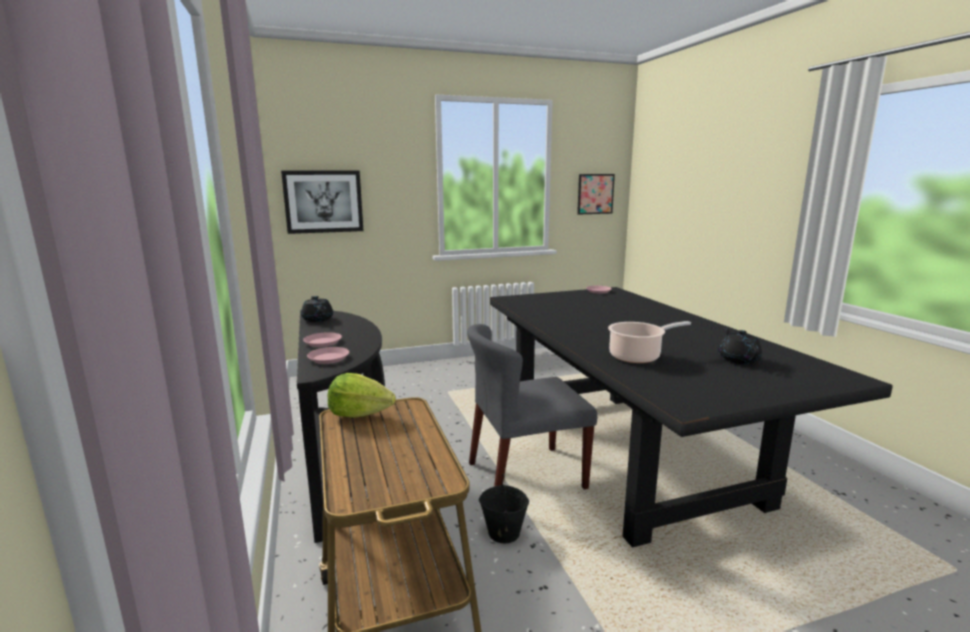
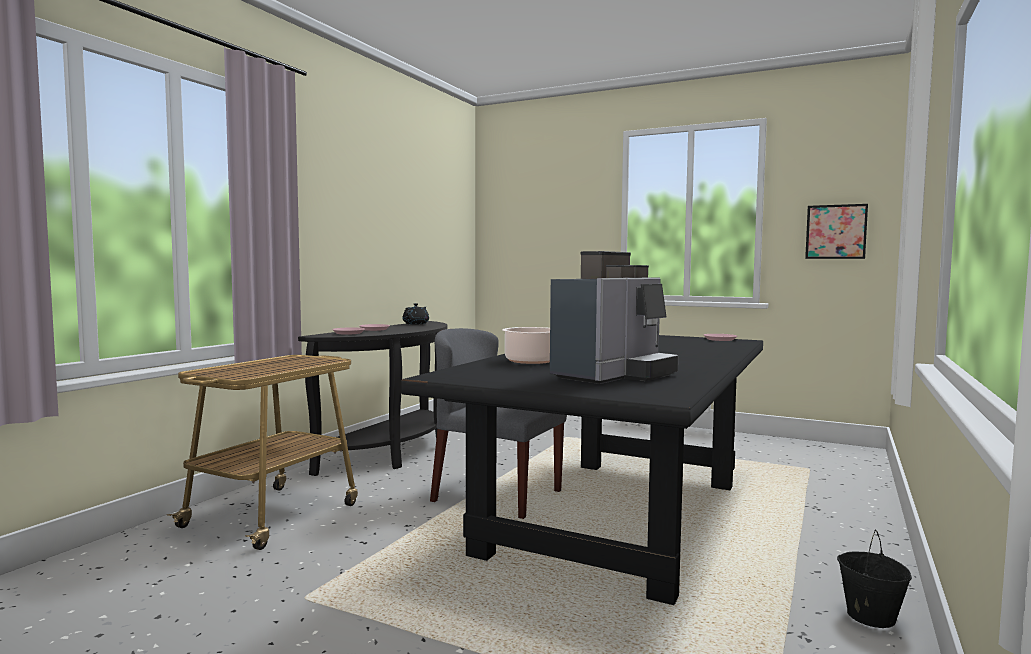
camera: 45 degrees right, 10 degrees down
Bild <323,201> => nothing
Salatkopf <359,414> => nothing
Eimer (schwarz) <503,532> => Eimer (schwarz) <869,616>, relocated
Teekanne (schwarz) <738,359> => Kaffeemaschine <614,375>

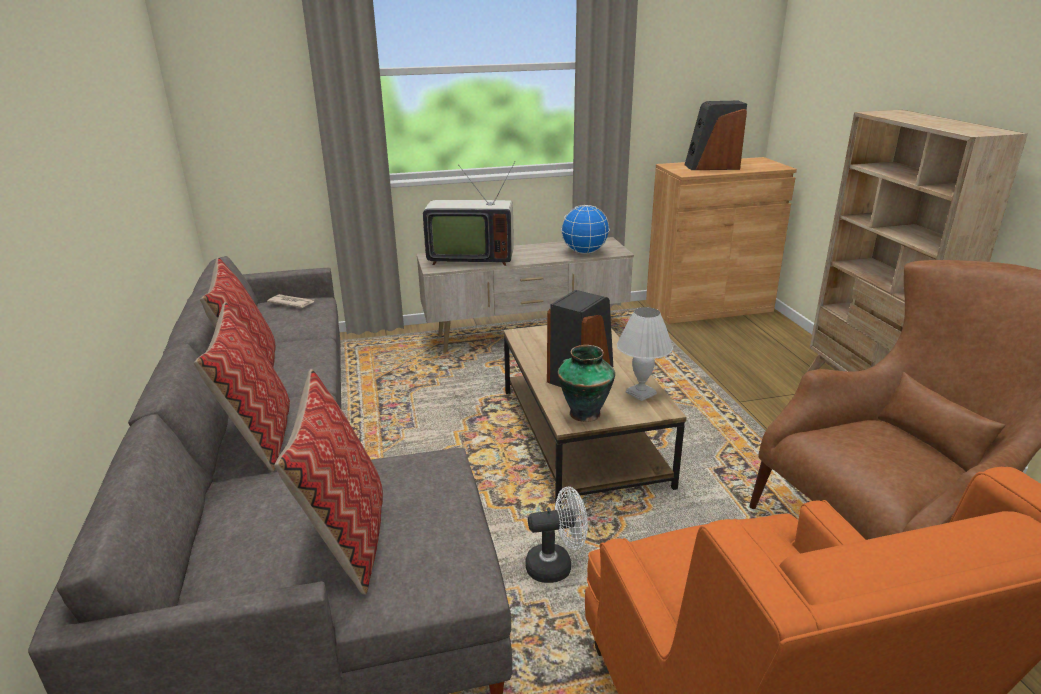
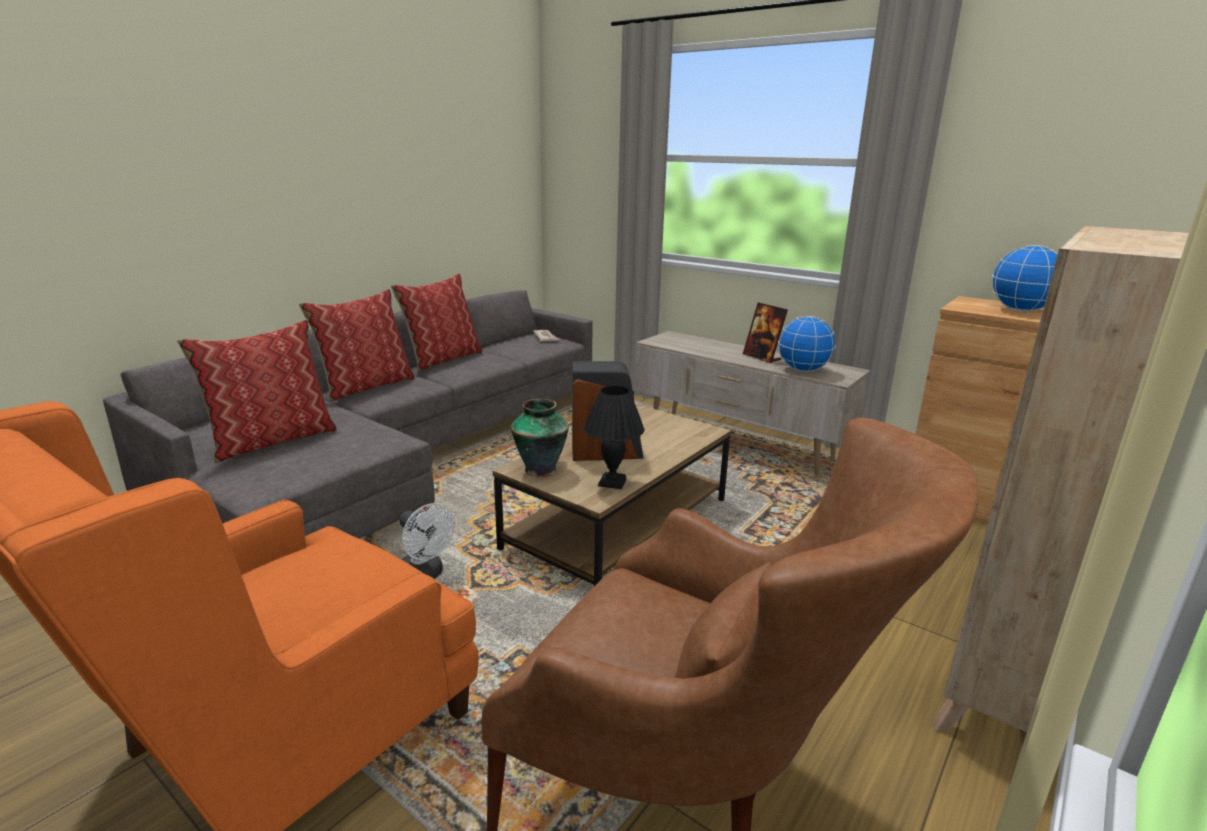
camera: 50 degrees right, 5 degrees down
Fernseher <470,258> => nothing
nothing => Bilderrahmen <762,357>
Lautsprecher <712,167> => Globus <1021,310>
Tischlampe (weiß) <642,393> => Tischlampe (schwarz) <612,482>

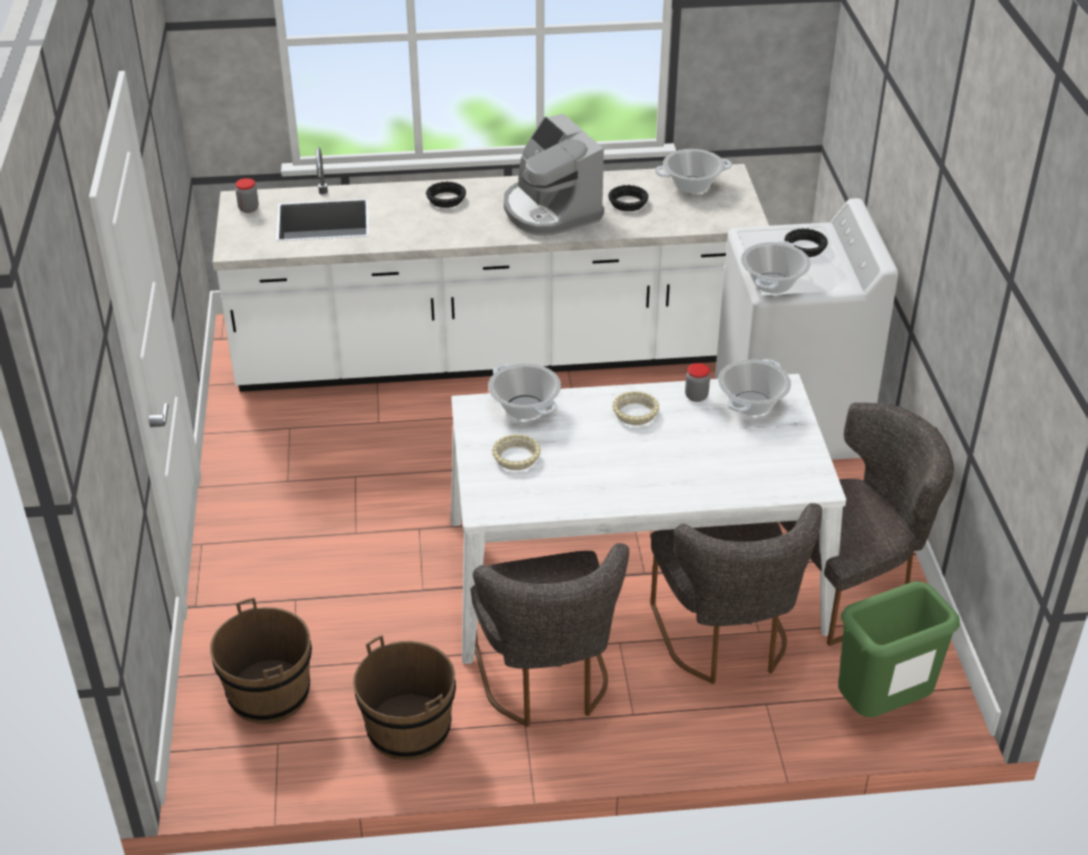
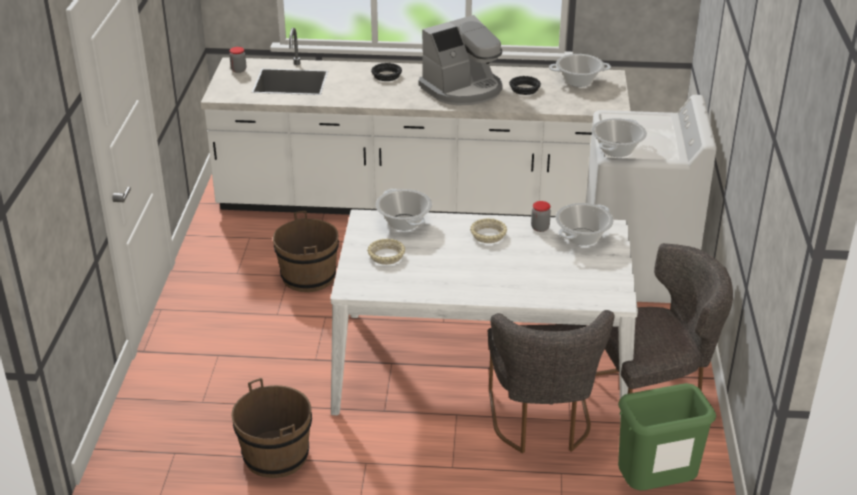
camera: 10 degrees right, 5 degrees down
Stuhl (grau) <546,681> => nothing
Schüssel (schwarz) <805,248> => nothing
Eimer (braun) <268,693> => Eimer (braun) <308,276>, relocated
Kaffeemaschine <550,210> => Kaffeemaschine <463,89>, 105 degrees counterclockwise

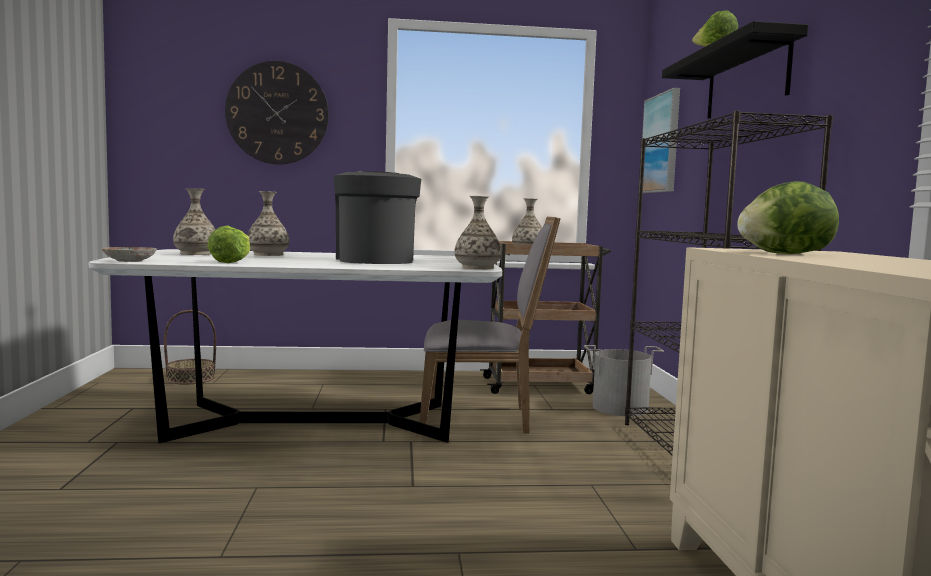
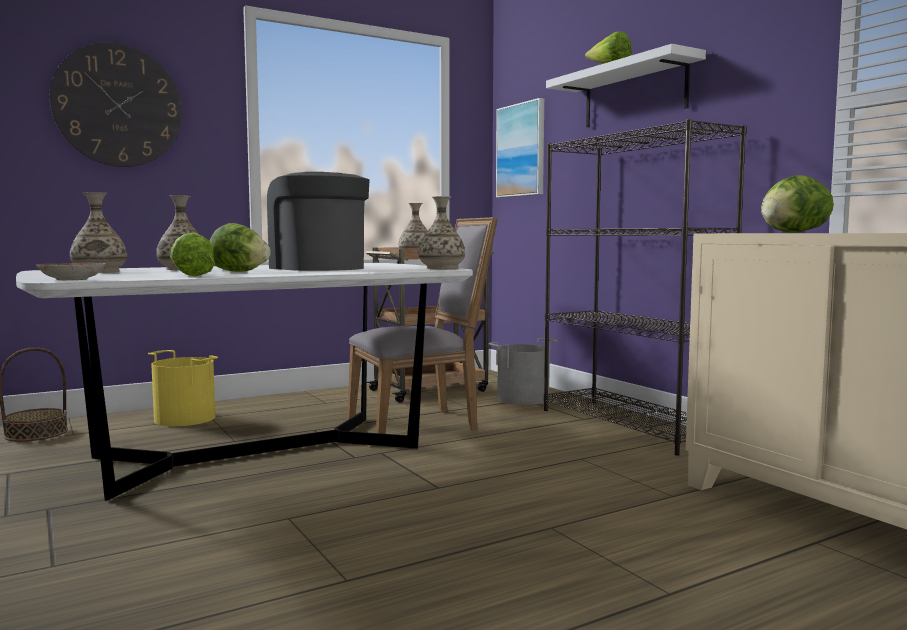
camera: 25 degrees left, 0 degrees up
nothing => Eimer (gelb) <185,418>
nothing => Salatkopf <239,271>
Wandregal (schwarz) <746,79> => Wandregal (weiß) <634,93>

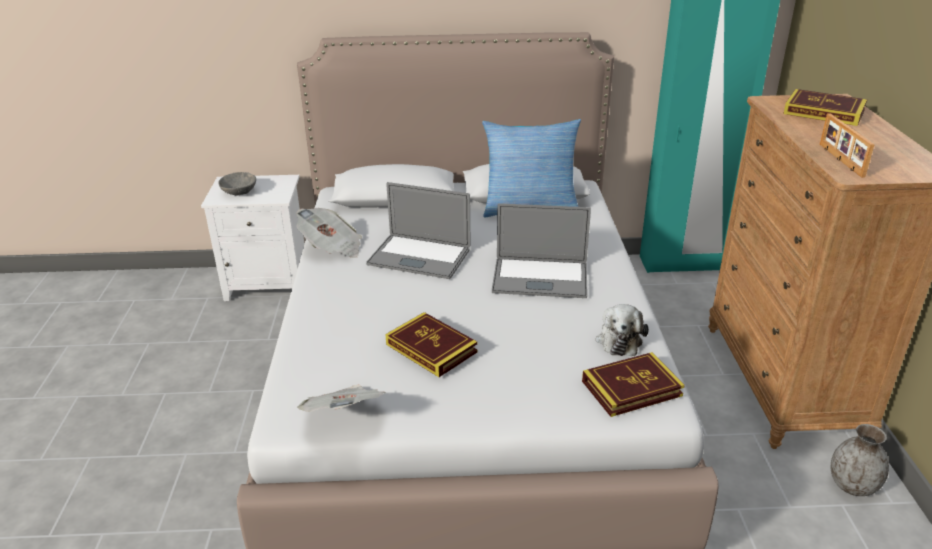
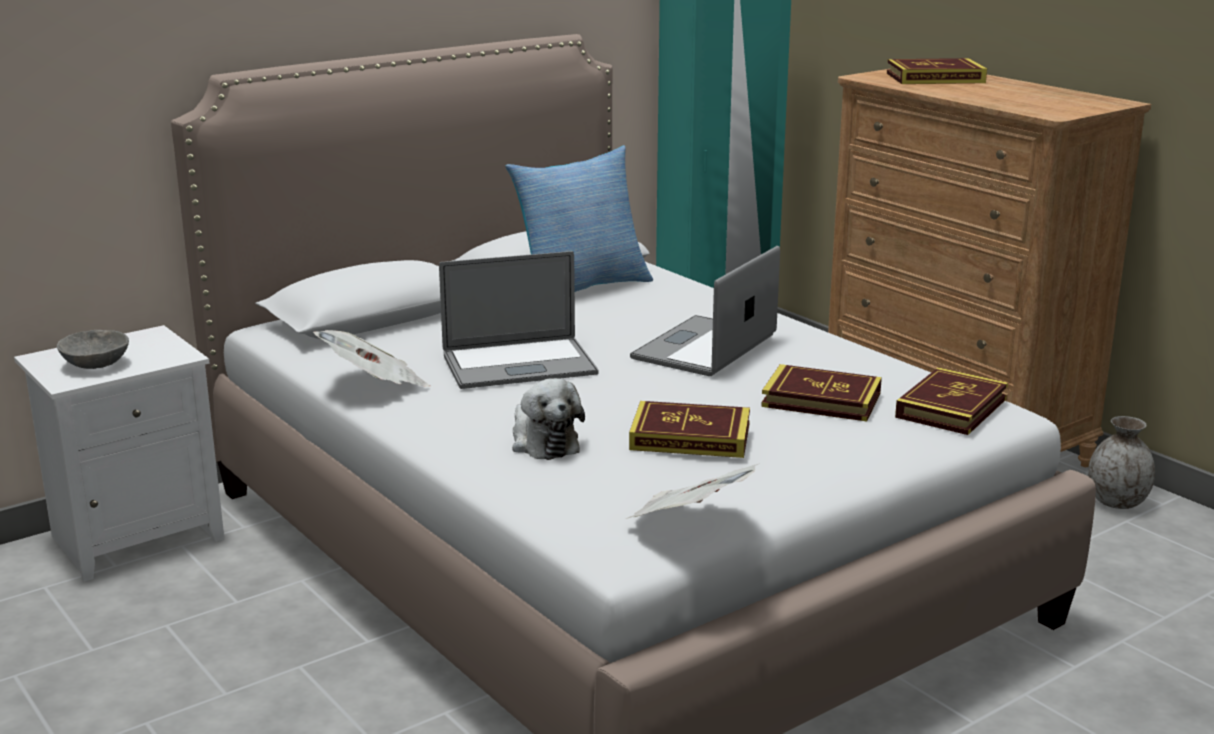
camera: 35 degrees left, 10 degrees down
Bilderrahmen <839,160> => nothing
nothing => Buch <821,400>
Plüschtier <619,339> => Plüschtier <543,442>, relocated
Laptop <540,278> => Laptop <705,347>, 150 degrees clockwise

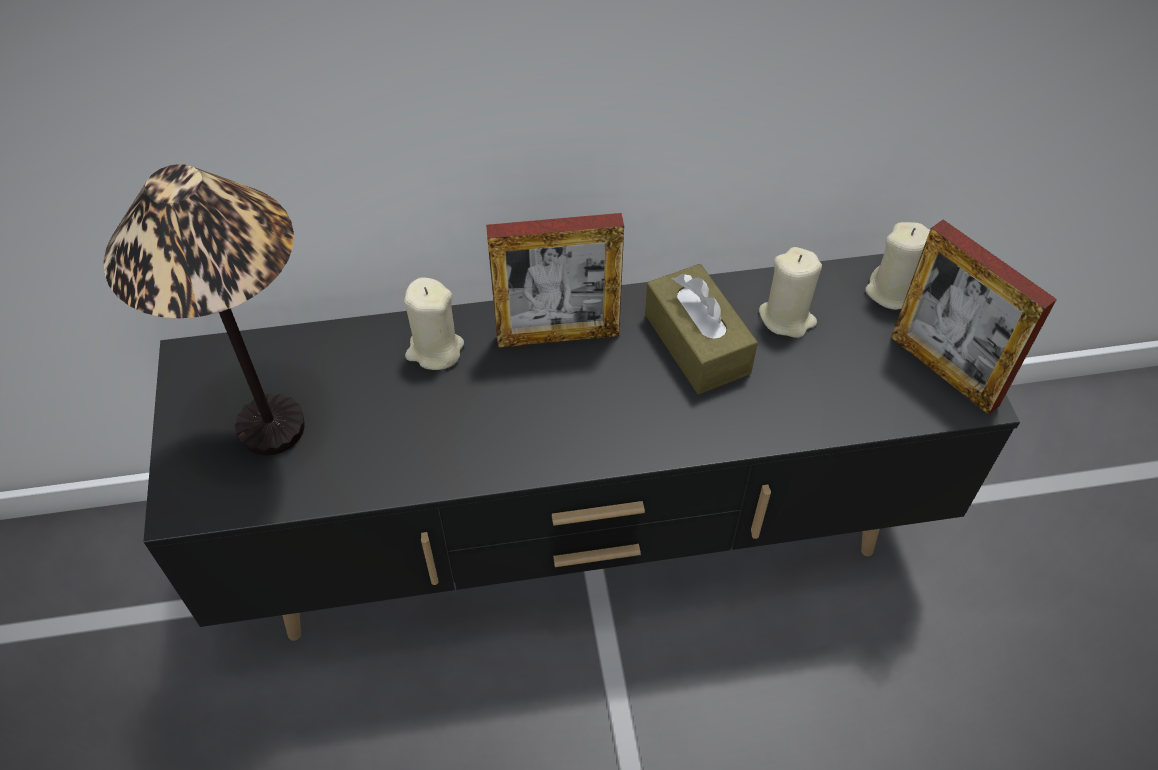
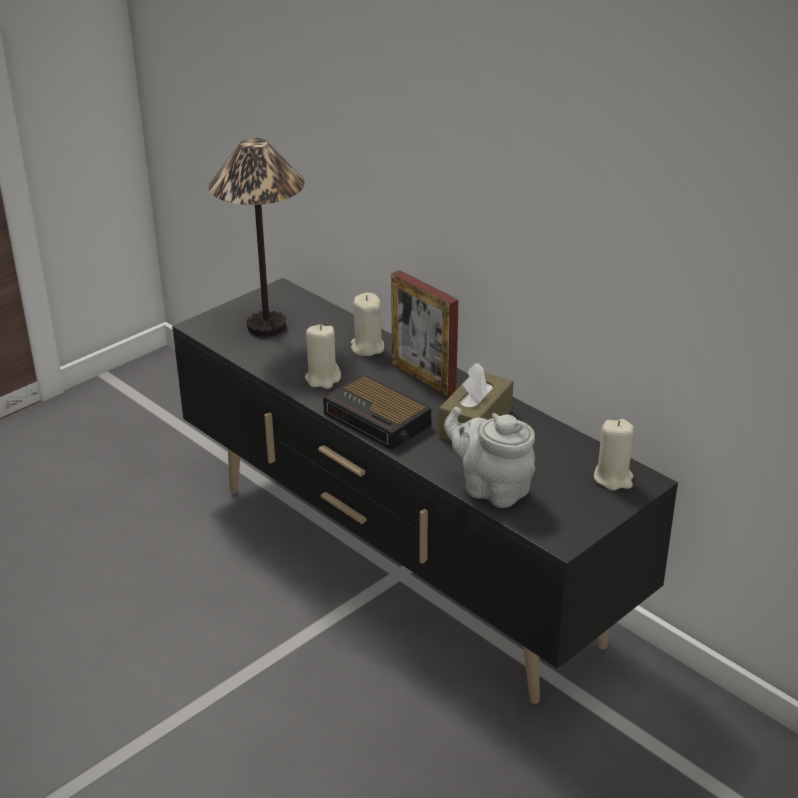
camera: 55 degrees right, 20 degrees down
Bilderrahmen <944,371> => nothing
nothing => Wecker <379,420>
nothing => Teekanne (grau) <491,489>
Kerze (beige) <787,318> => Kerze (beige) <323,378>, relocated

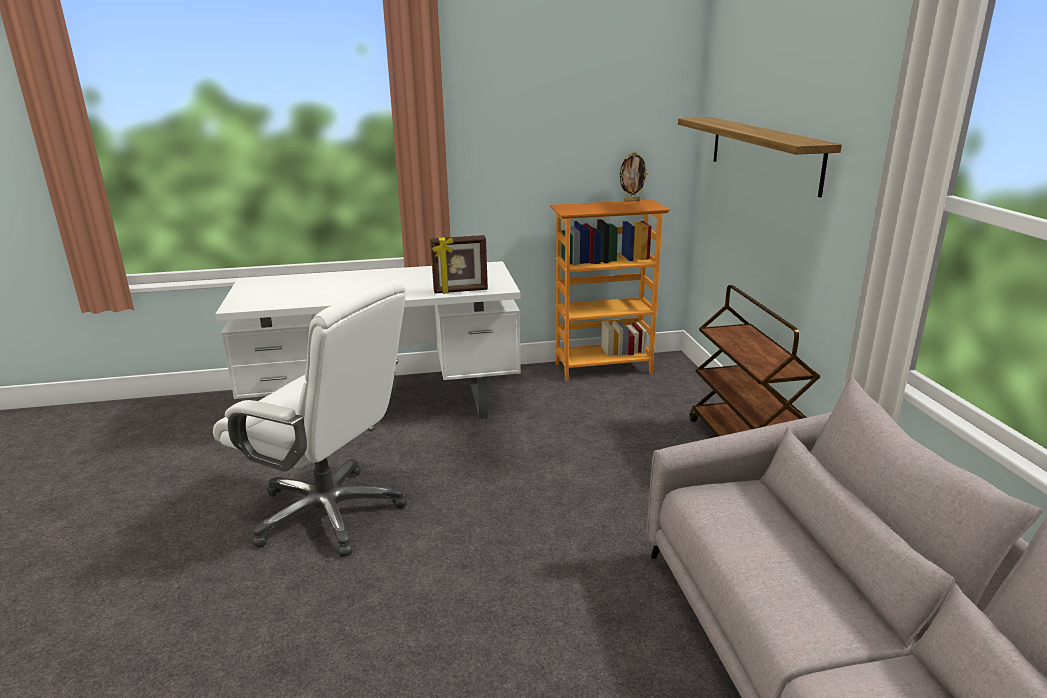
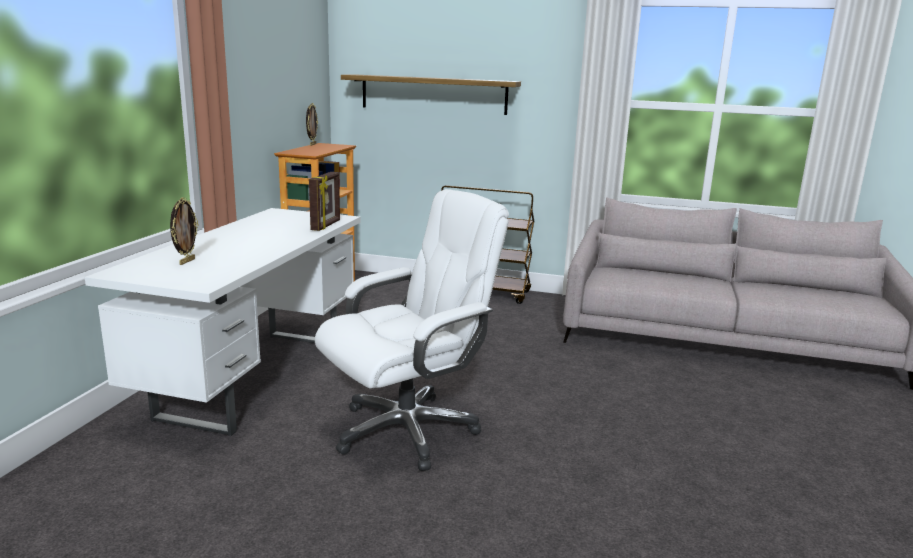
camera: 65 degrees left, 5 degrees down
nothing => Bilderrahmen <186,261>

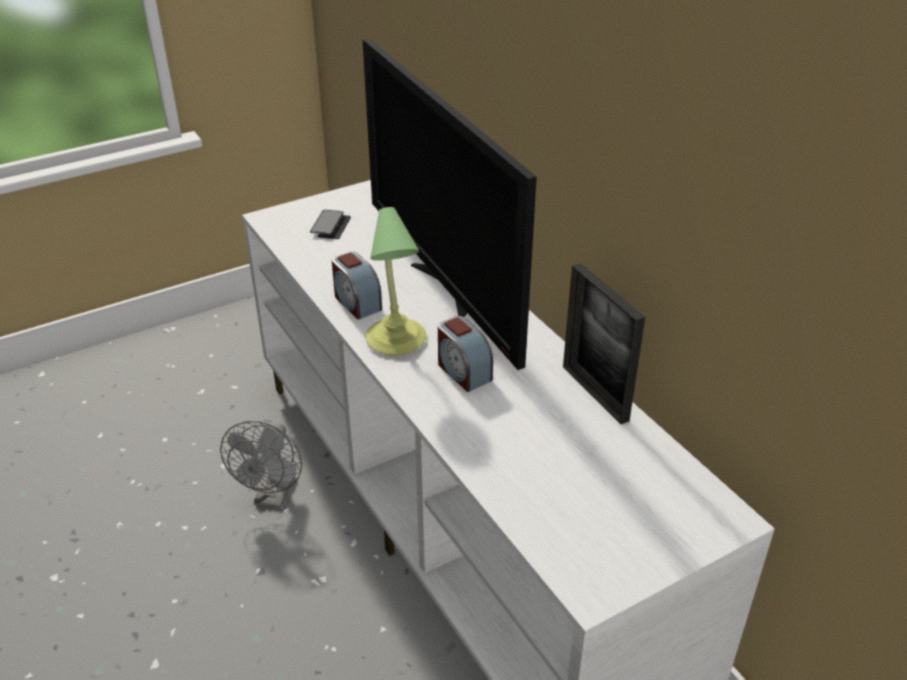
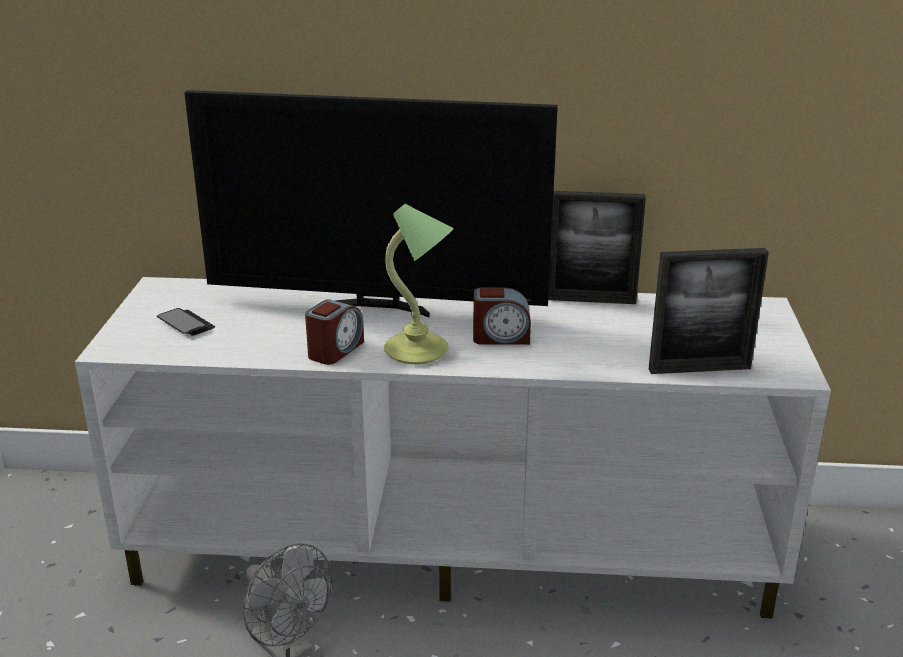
camera: 55 degrees left, 10 degrees down
nothing => Bilderrahmen <699,369>
Wecker <356,302> => Wecker <335,350>, 60 degrees counterclockwise

